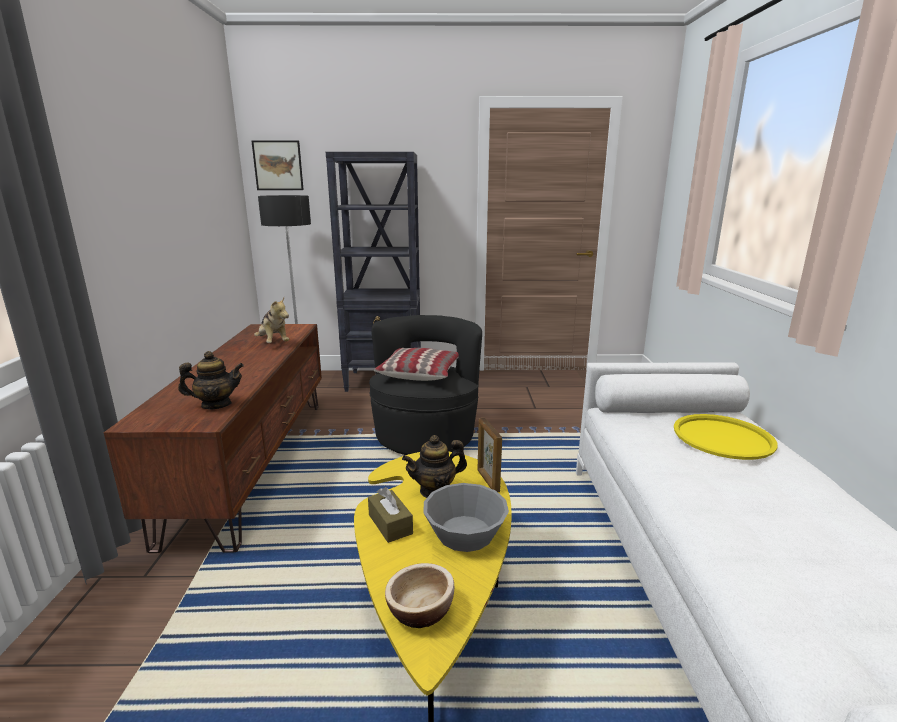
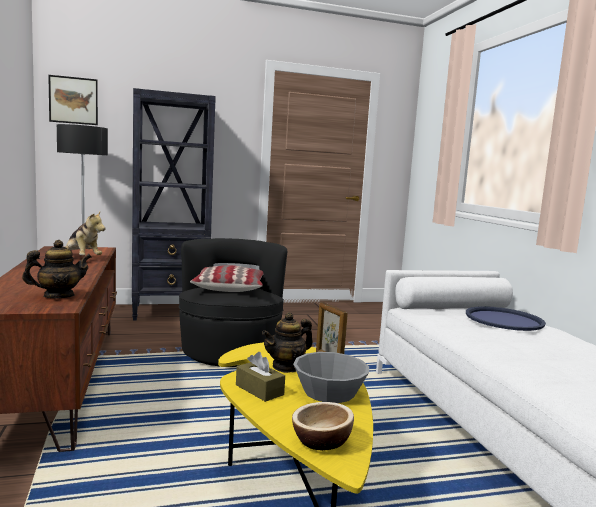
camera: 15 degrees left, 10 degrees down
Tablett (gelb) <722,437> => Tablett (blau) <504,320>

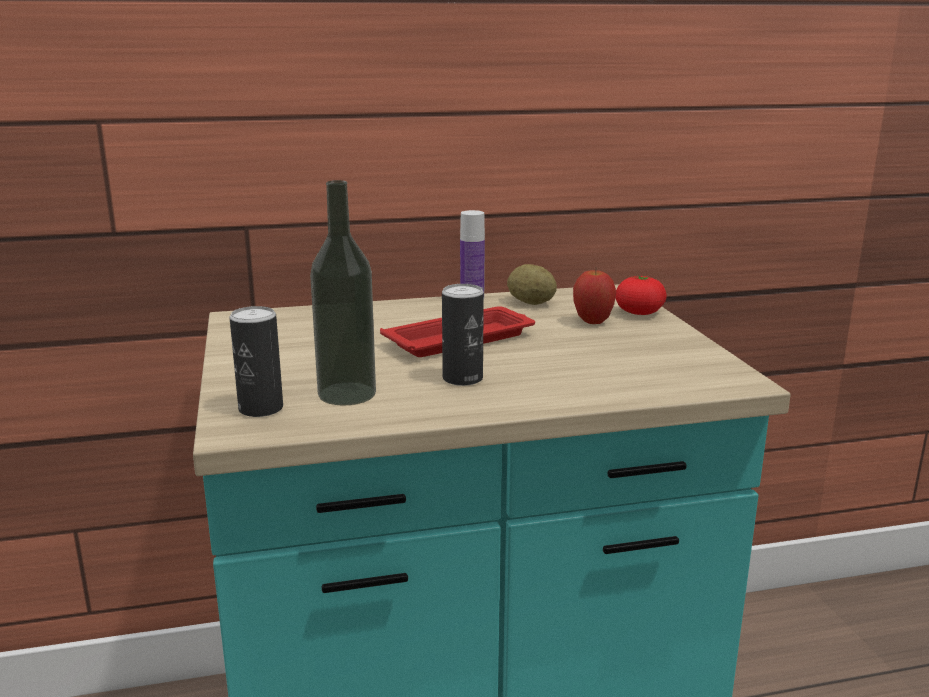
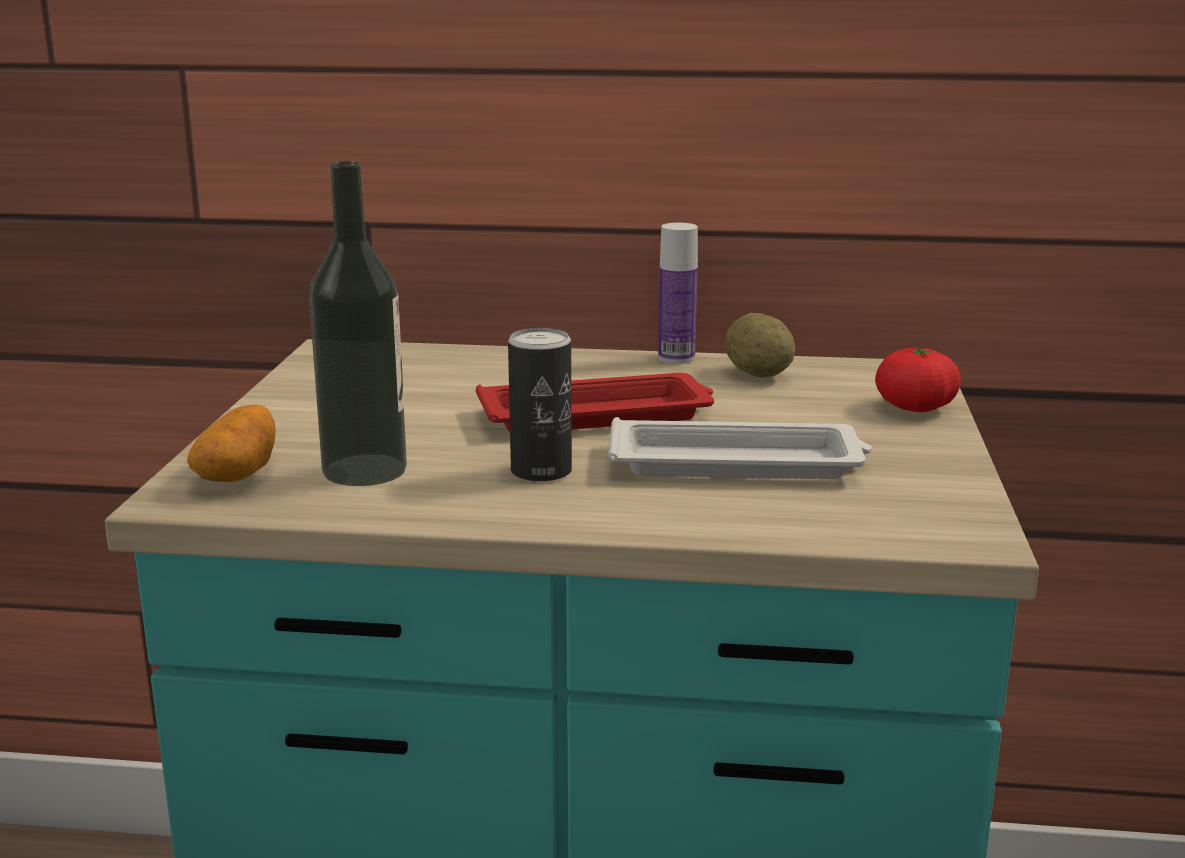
camera: 20 degrees right, 0 degrees up
Apfel <592,322> => nothing
nothing => Tablett (weiß) <739,464>
Dose <261,408> => Kartoffel <238,474>

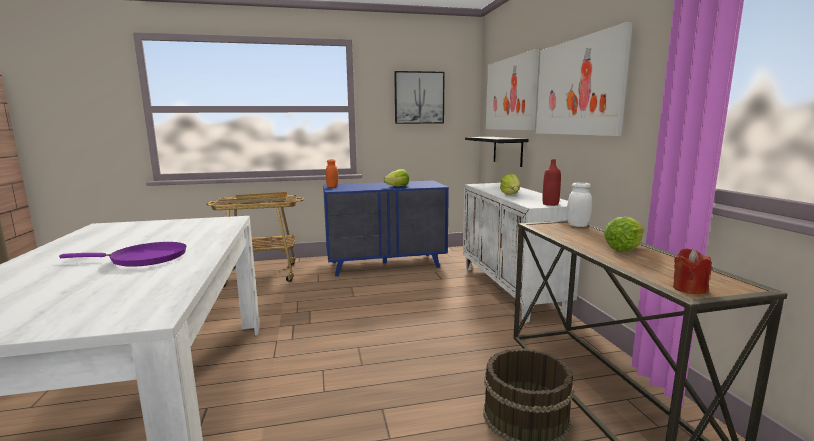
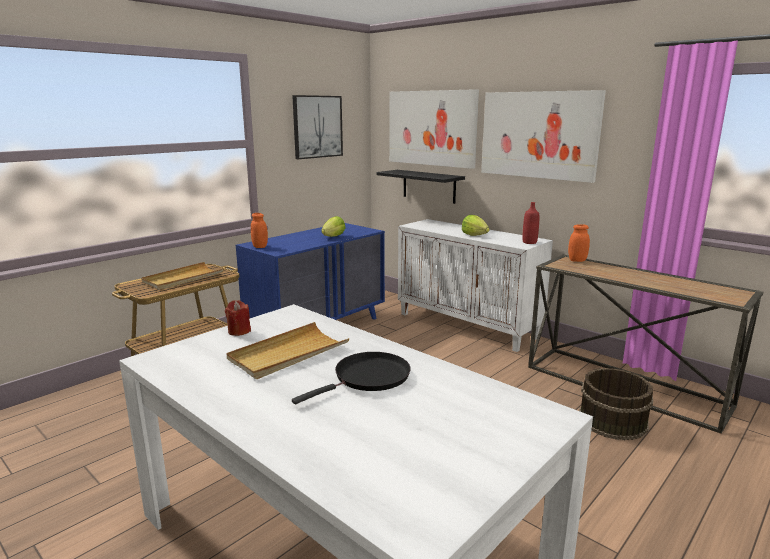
camera: 35 degrees left, 5 degrees up
Salatkopf <624,248> => nothing
nothing => Tablett (beige) <288,354>
Kerze (rot) <689,289> => Kerze (rot) <239,331>, relocated
Pfanne (lila) <144,258> => Pfanne (schwarz) <368,378>
Vorratsglas (weiß) <577,225> => Vorratsglas (orange) <577,260>

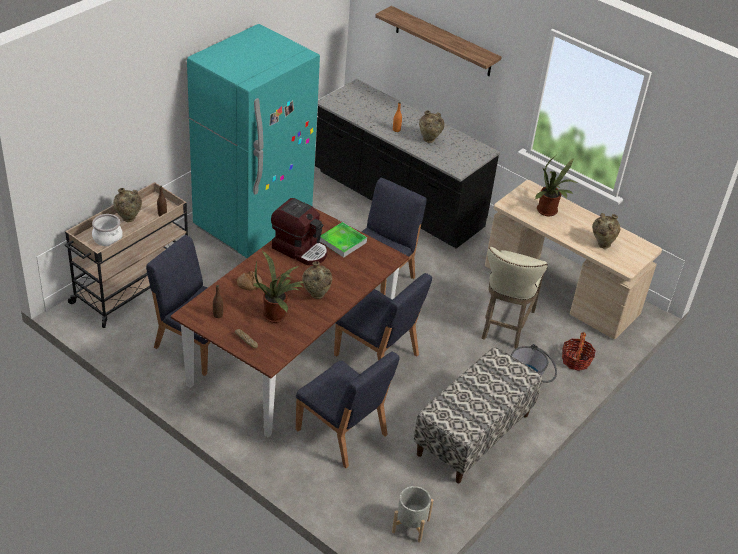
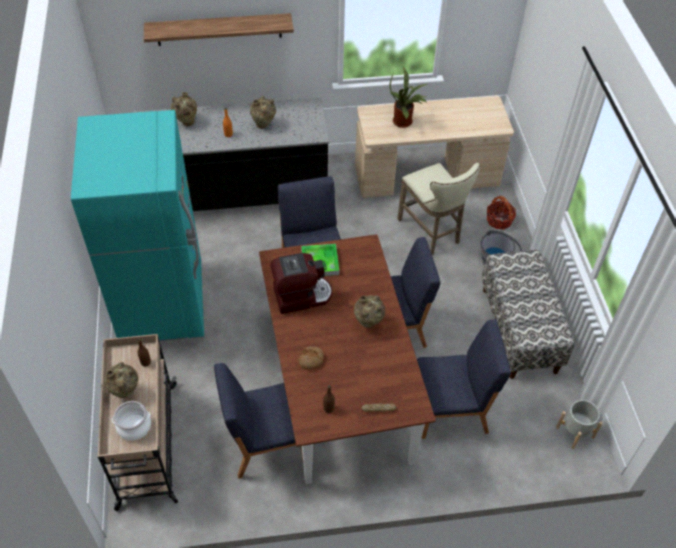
camera: 45 degrees left, 10 degrees up
Topfpflanze <277,314> => nothing
Vase (beige) <601,244> => Vase (beige) <186,123>, relocated

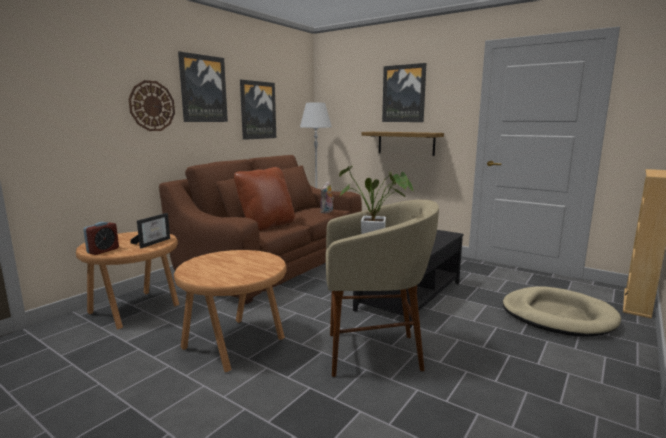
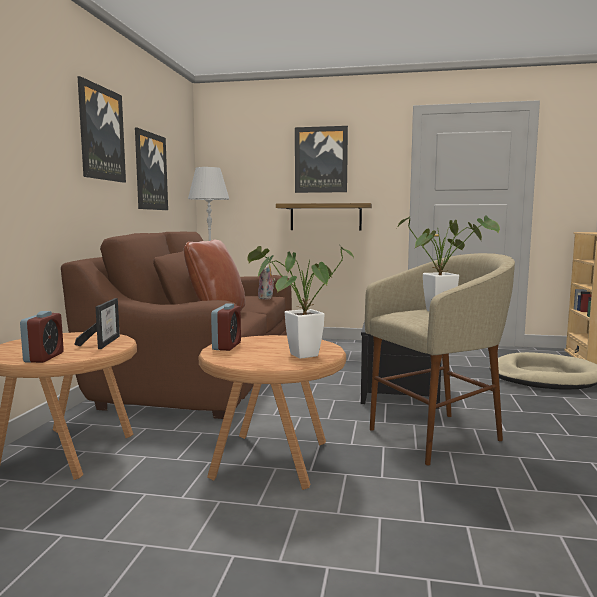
camera: 25 degrees left, 5 degrees down
Wanduhr <152,106> => nothing
nothing => Wecker <226,346>
nothing => Topfpflanze <297,356>

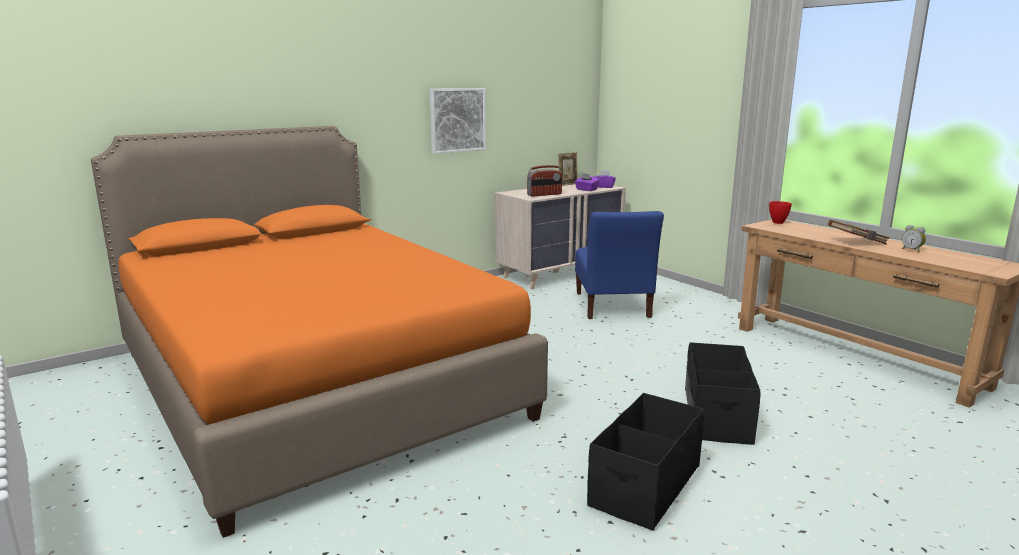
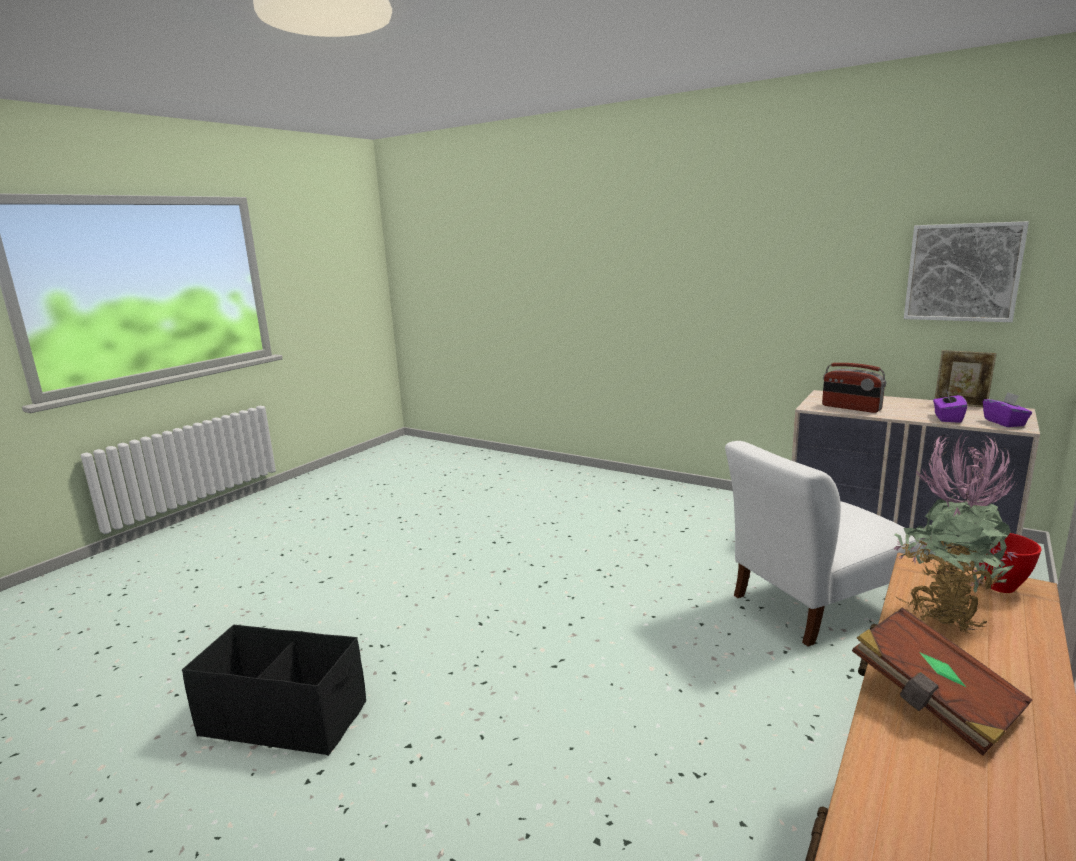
camera: 70 degrees right, 0 degrees up
Bett (orange) <313,384> => nothing
Aufbewahrungsbox (schwarz) <716,416> => nothing
Wecker <912,250> => nothing
nothing => Topfpflanze <943,613>
Bild <457,120> => Bild <962,272>, relocated
Stuhl (blau) <612,307> => Stuhl (weiß) <811,605>

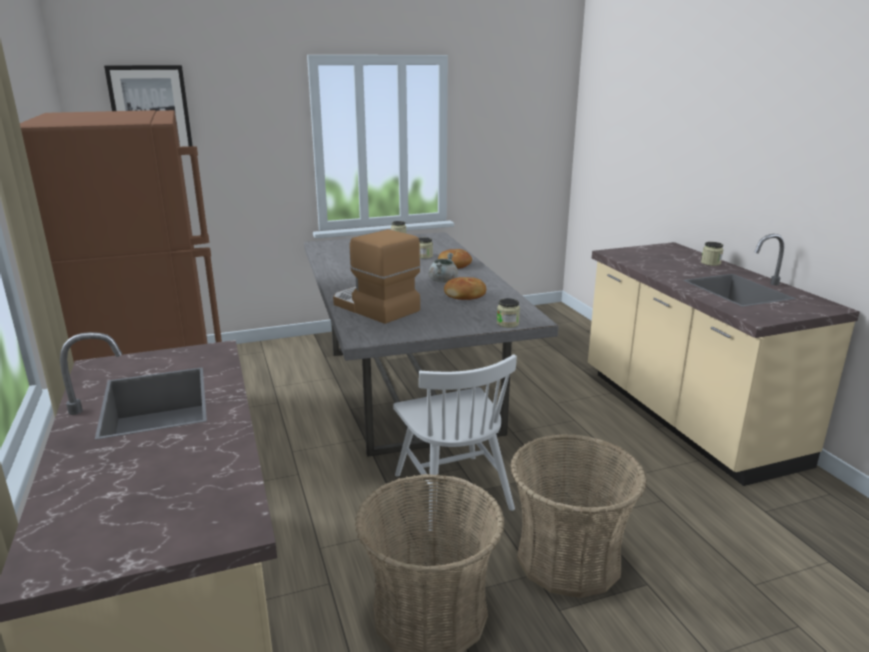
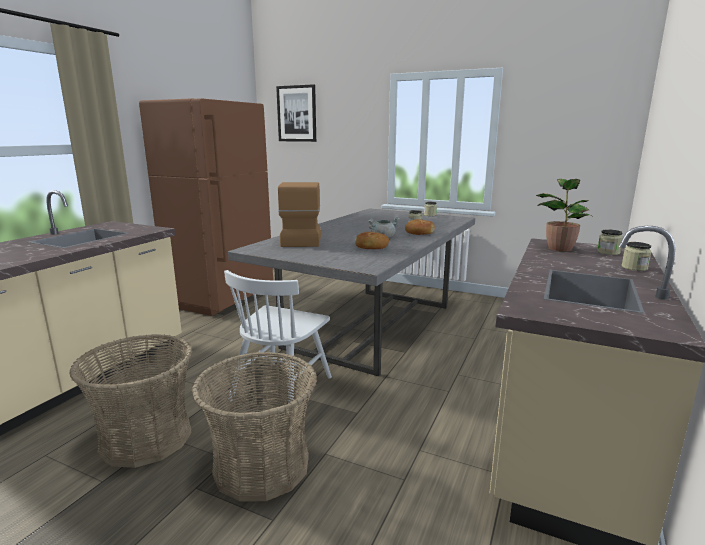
camera: 45 degrees right, 5 degrees down
nothing => Topfpflanze <559,248>
Vorratsglas <507,323> => Vorratsglas <608,252>, relocated

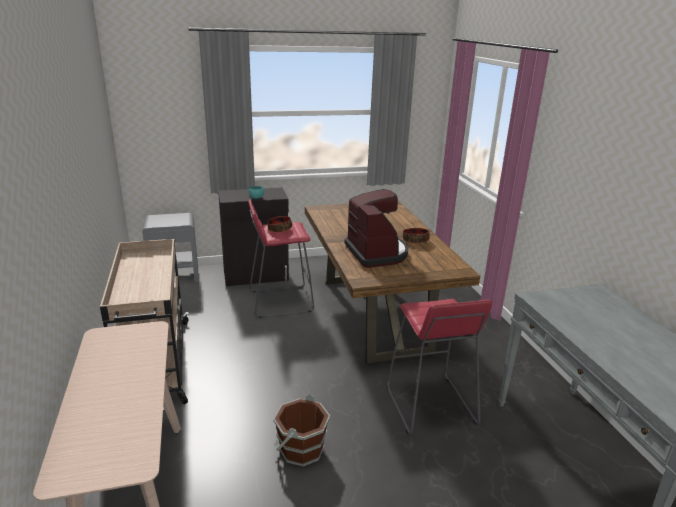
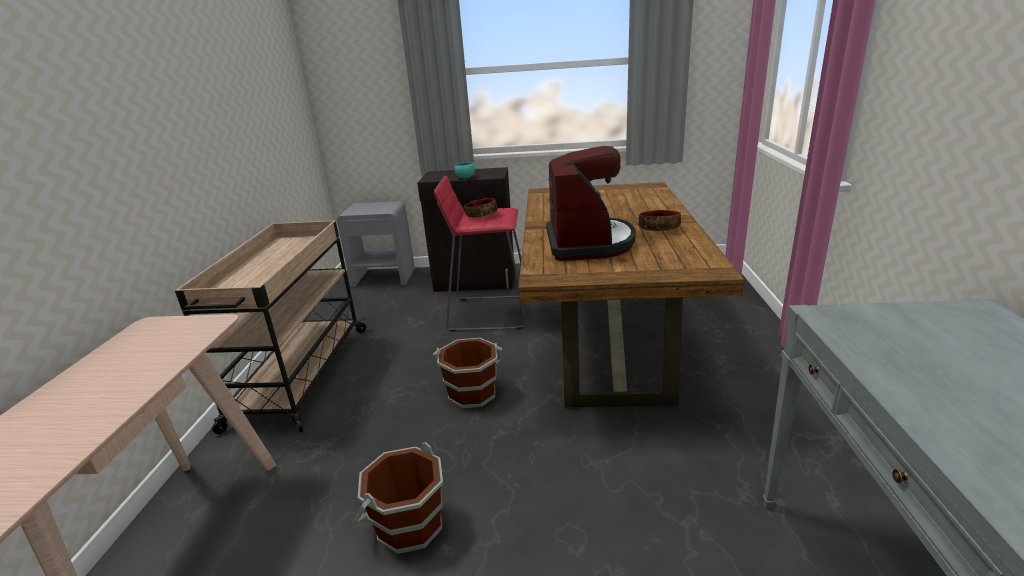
camera: 20 degrees right, 0 degrees up
Hocker (rot) <429,405> => nothing
nothing => Eimer (braun) <472,392>

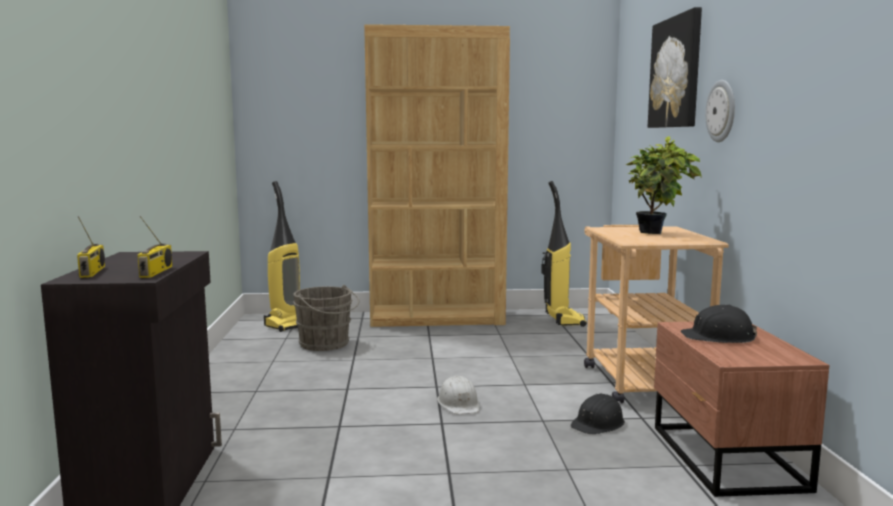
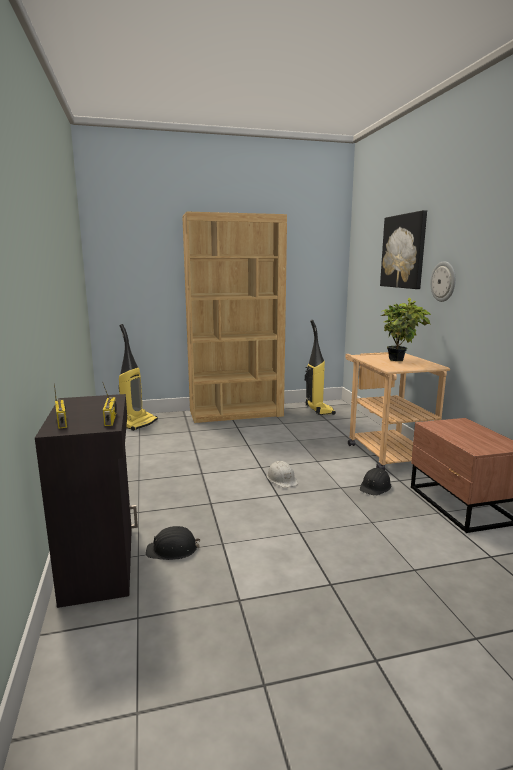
camera: 10 degrees left, 5 degrees up
Eimer (grau) <326,344> => nothing
Schutzhelm (schwarz) <719,337> => Schutzhelm (schwarz) <172,549>, relocated

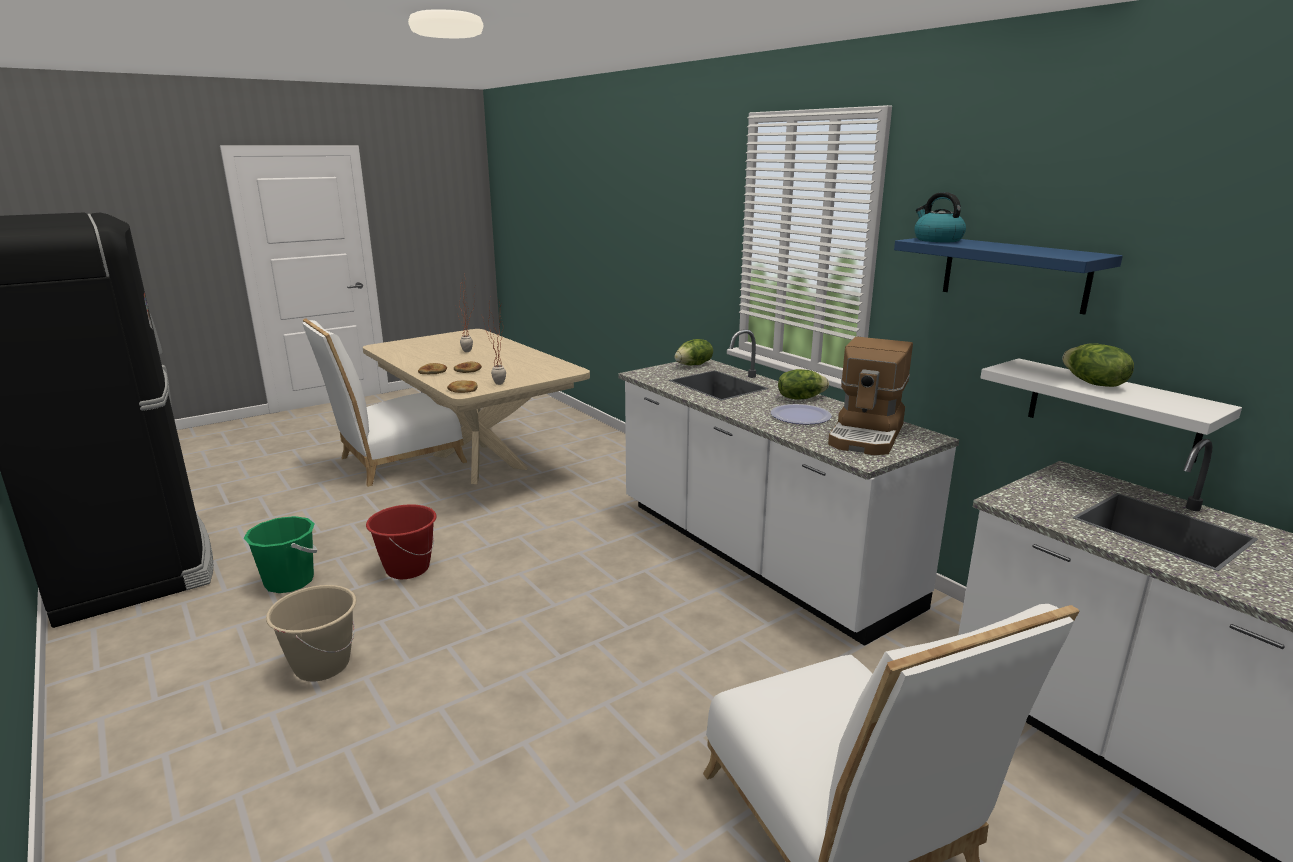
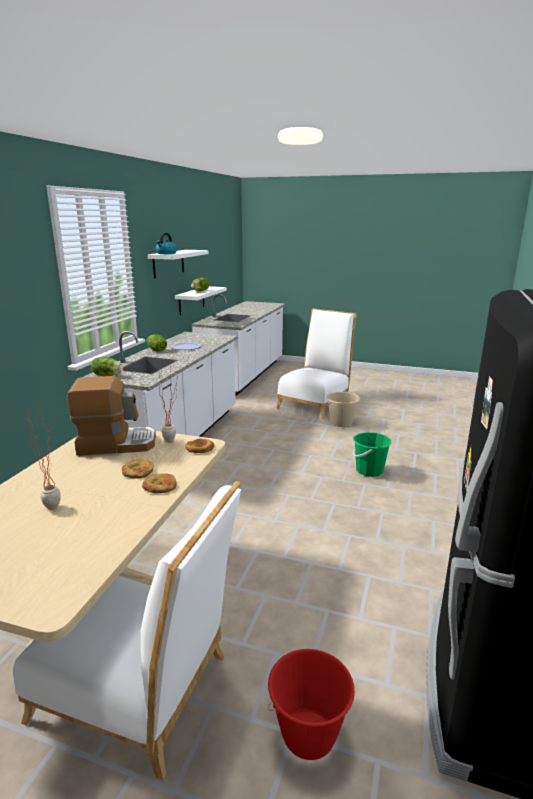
camera: 125 degrees left, 0 degrees up
Eimer (grün) <289,582> => Eimer (grün) <369,470>, relocated
Eimer (beige) <322,665> => Eimer (beige) <341,423>, relocated
Eimer (rot) <407,569> => Eimer (rot) <308,735>, relocated
Kaffeemaschine <867,435> => Kaffeemaschine <116,443>, relocated
Wandregal (blau) <1014,273> => Wandregal (weiß) <168,263>

